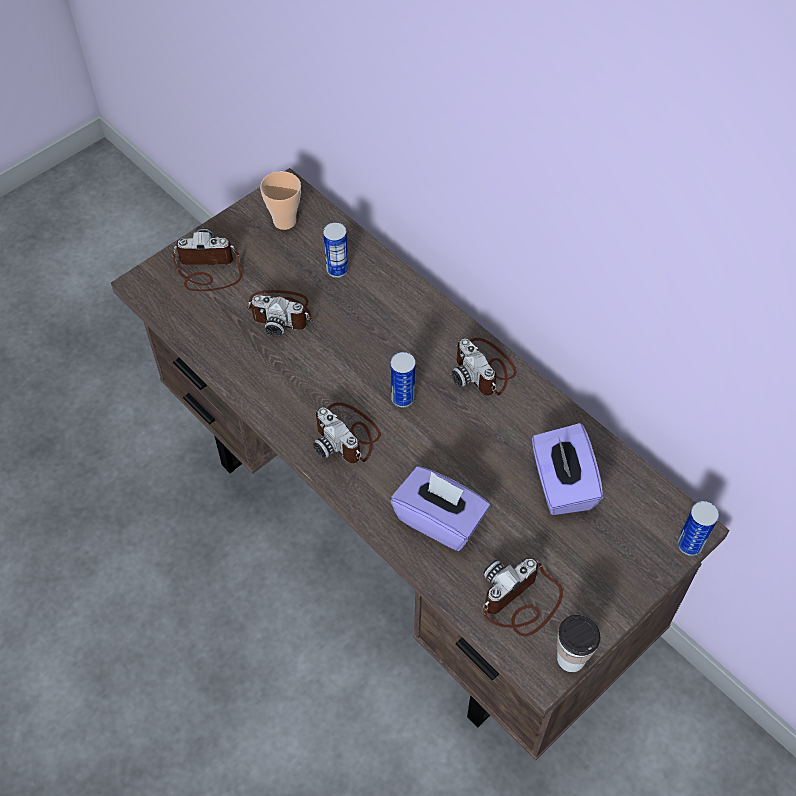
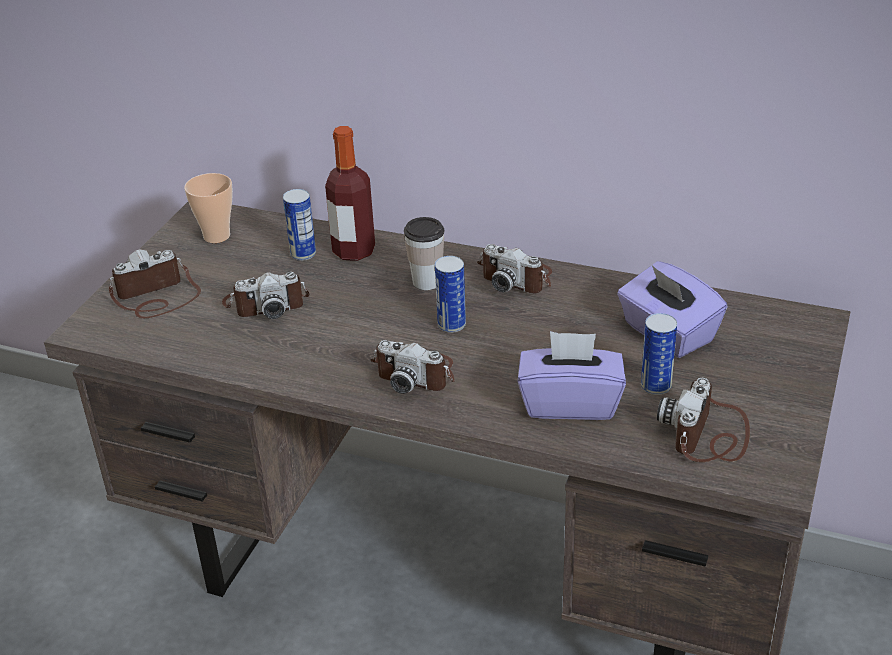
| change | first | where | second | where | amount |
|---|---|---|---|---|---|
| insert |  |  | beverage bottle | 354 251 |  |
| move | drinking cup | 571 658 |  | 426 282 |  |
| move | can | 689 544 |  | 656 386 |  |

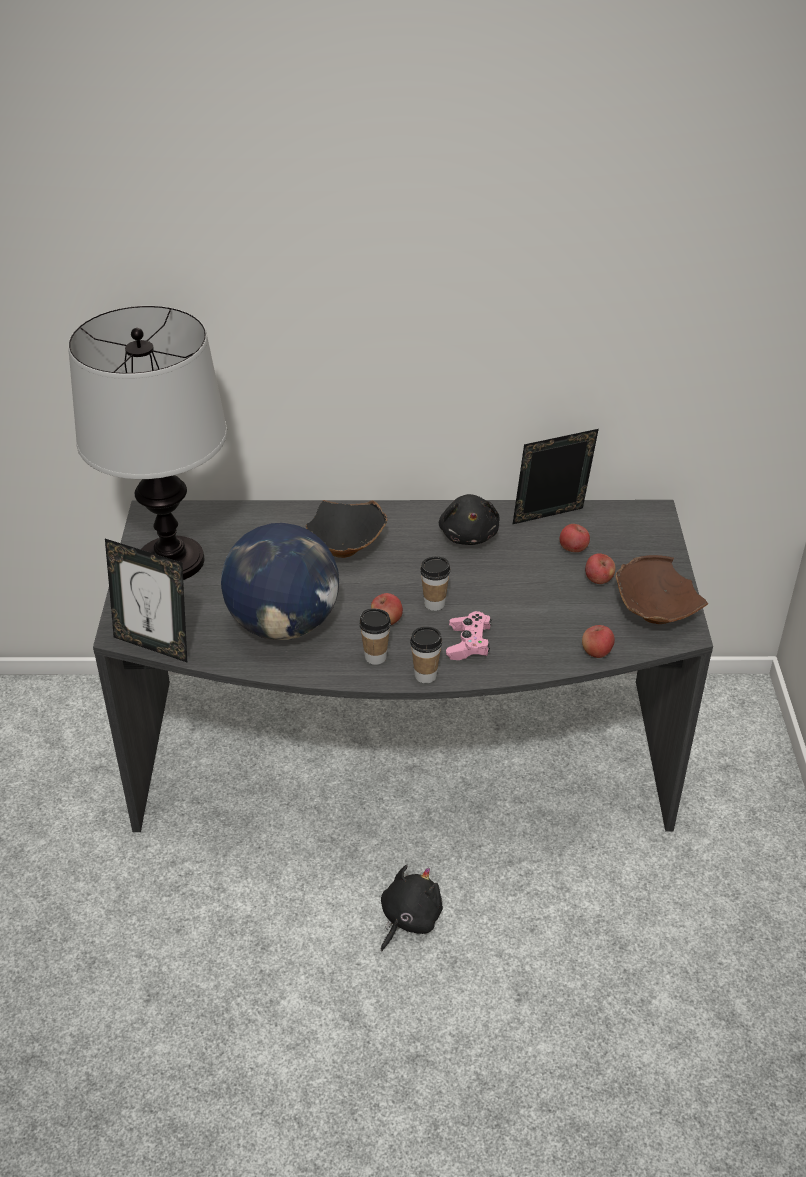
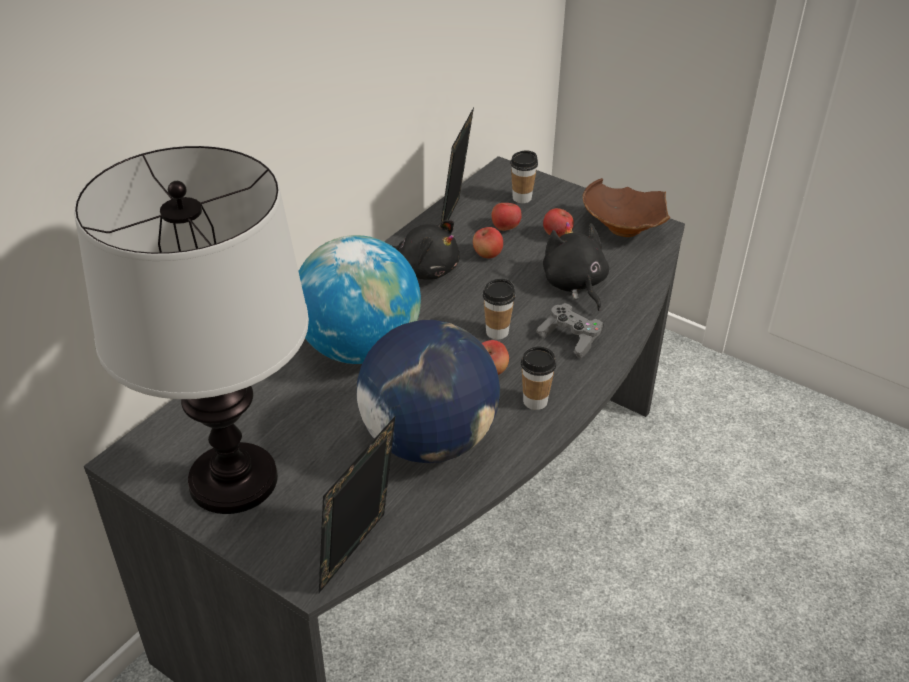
| change | first | where | second | where | amount |
|---|---|---|---|---|---|
| replace | blackish serving bowl | 345 549 | world globe | 359 348 |  |
| rotate | photo frame | 154 645 |  | 360 556 | 150 degrees clockwise |
| move | apple | 596 652 |  | 487 254 |  |
| move | drinking cup | 425 675 |  | 522 198 |  |
| recolor | pink-coloured joypad | 468 644 | greyish joypad | 570 338 |  |
| move | blackish plush toy | 408 919 |  | 575 285 |  |

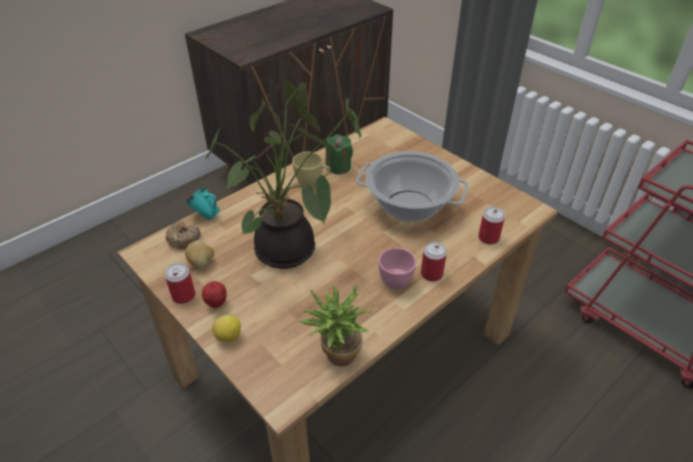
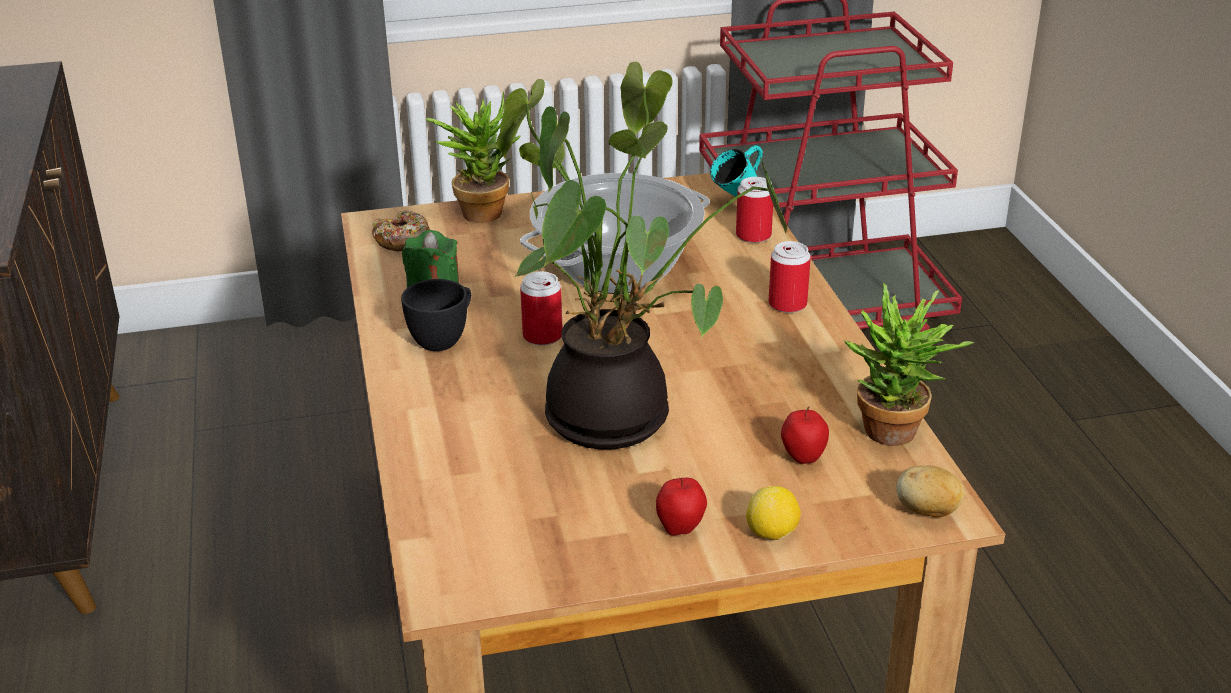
| change | first | where | second | where | amount |
|---|---|---|---|---|---|
| move | ring doughnut | 184 239 |  | 402 240 |  |
| recolor | yellow-coloured drinking cup | 312 181 | blackish drinking cup | 444 338 |  |
| insert |  |  | potted plant | 479 210 |  |
| move | can | 183 296 |  | 542 336 |  |
| move | turquoise tea mug | 206 216 |  | 737 202 |  |
| insert |  |  | apple | 803 458 |  |
| move | whole potato | 201 263 |  | 927 511 |  |
| delete | pink-coloured drinking cup | 397 279 |  |  |  |

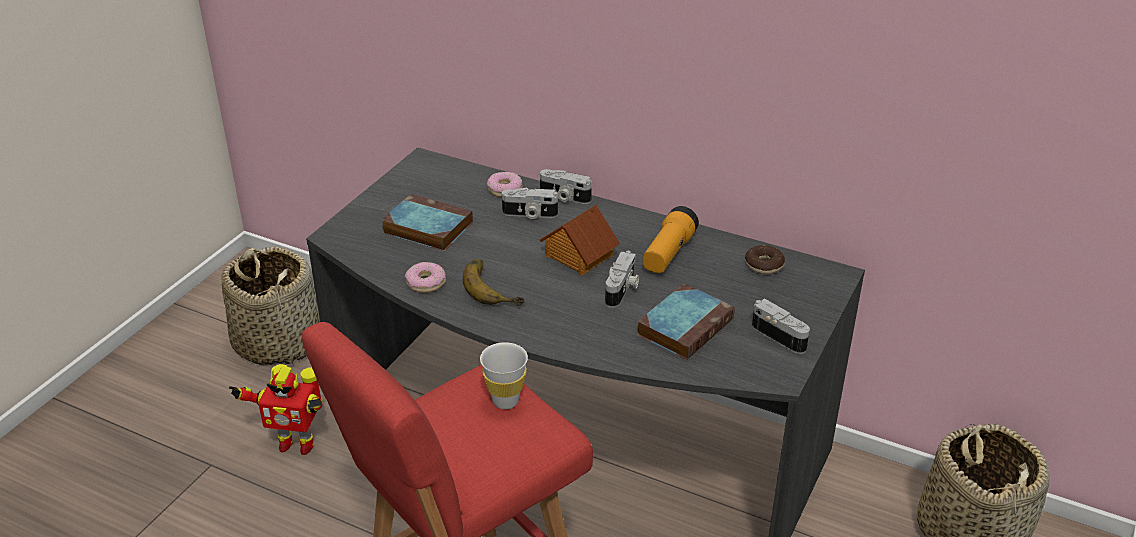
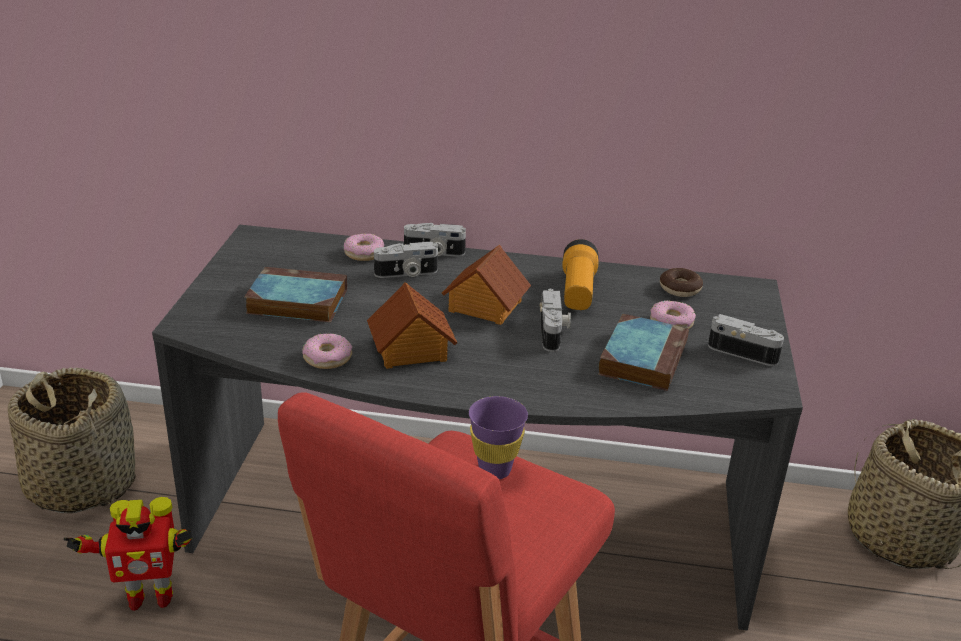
| change | first | where | second | where | amount |
|---|---|---|---|---|---|
| replace | banana | 495 286 | model house | 410 350 |  |
| recolor | whitish drinking cup | 505 401 | purple-coloured drinking cup | 494 470 |  |
| insert |  |  | ring doughnut | 671 322 |  |

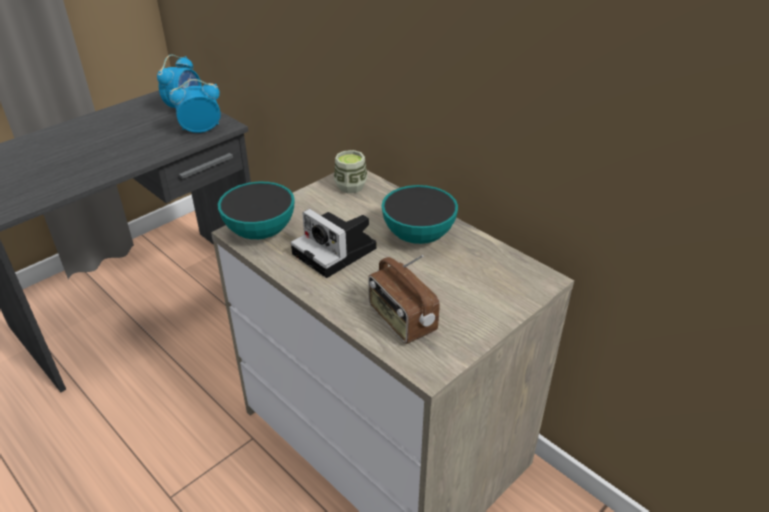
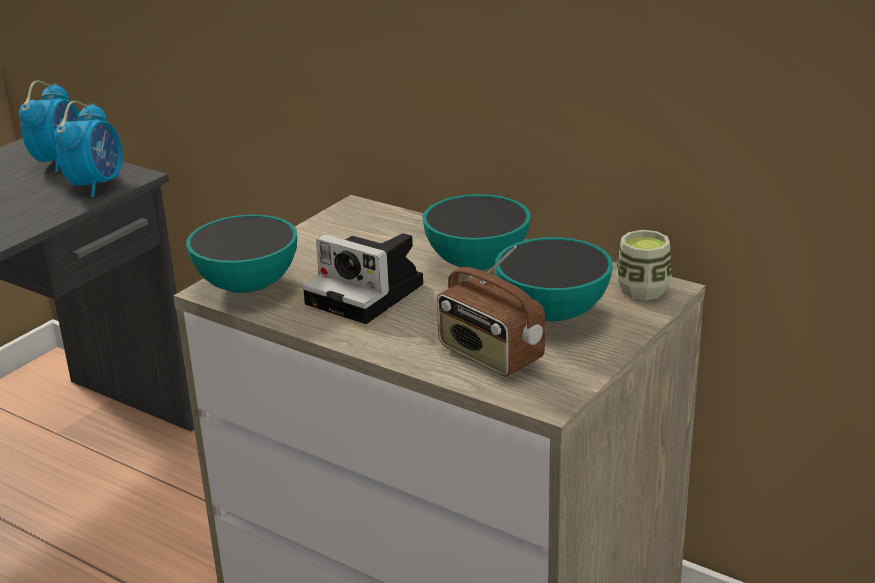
| change | first | where | second | where | amount |
|---|---|---|---|---|---|
| rotate | table clock | 200 130 |  | 96 185 | 135 degrees clockwise |
| insert |  |  | serving bowl | 553 313 |  |
| move | drinking cup | 351 186 |  | 642 290 |  |

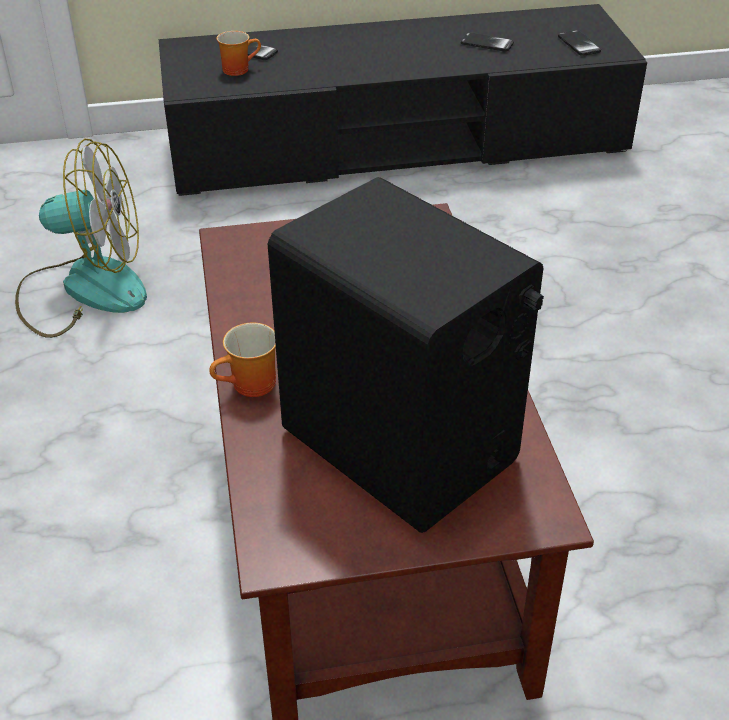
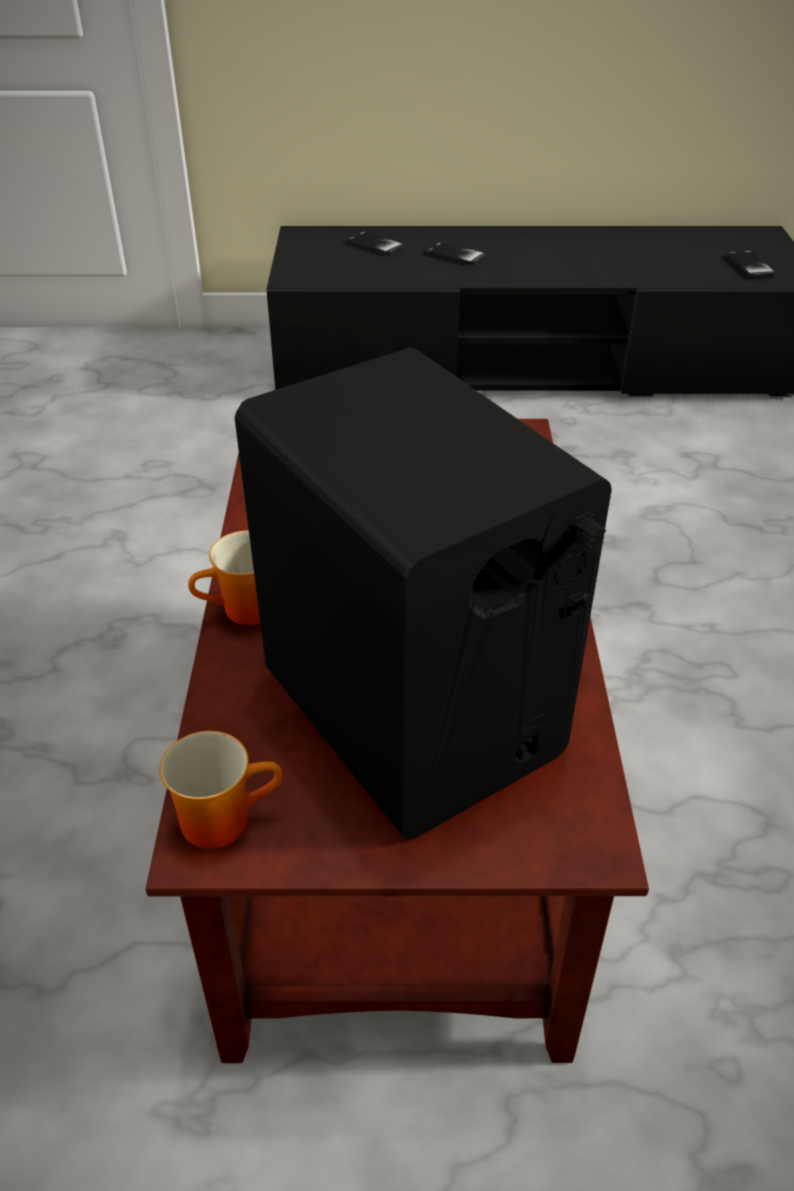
| change | first | where | second | where | amount |
|---|---|---|---|---|---|
| move | tea mug | 238 68 |  | 223 815 |  |
| move | telephone | 487 43 |  | 456 255 |  |
| delete | fan | 84 289 |  |  |  |

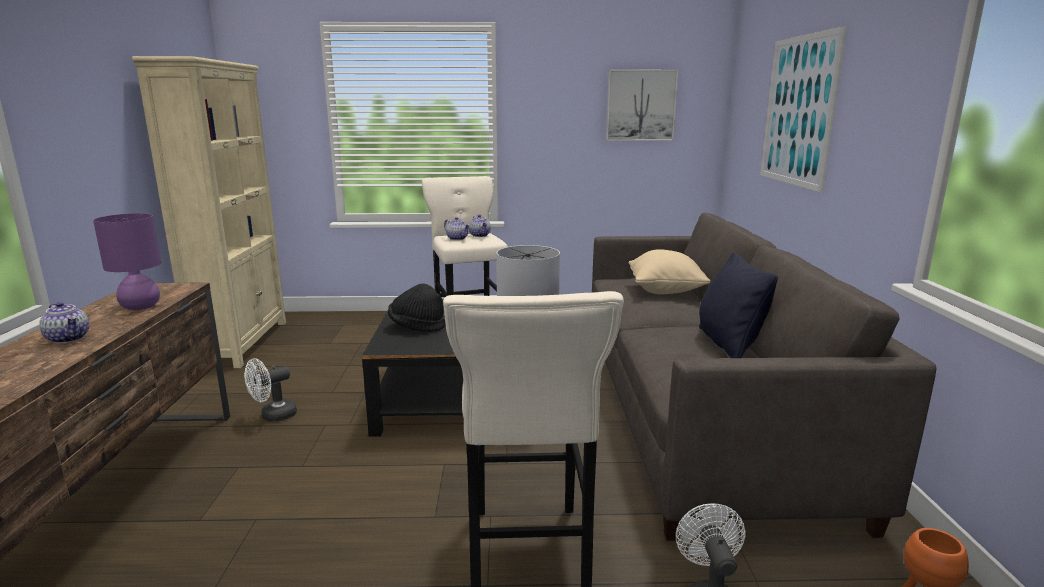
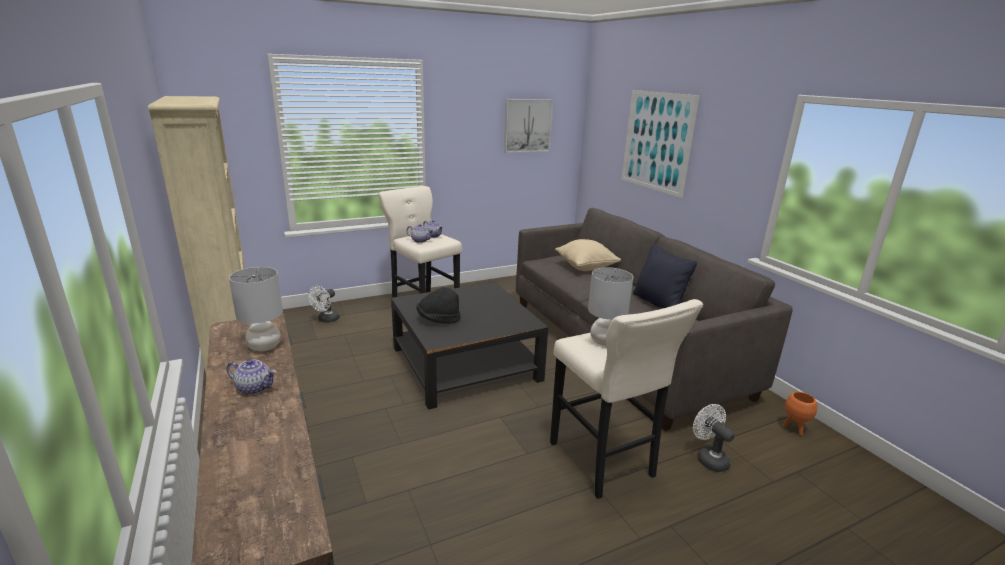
| change | first | where | second | where | amount |
|---|---|---|---|---|---|
| recolor | purple-coloured lamp for a table | 141 307 | greyish lamp for a table | 265 346 |  |
| move | whitish fan | 273 416 |  | 326 320 |  |

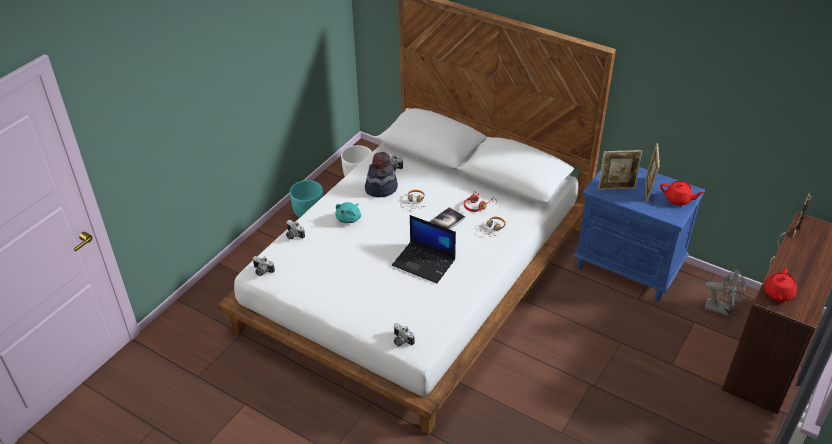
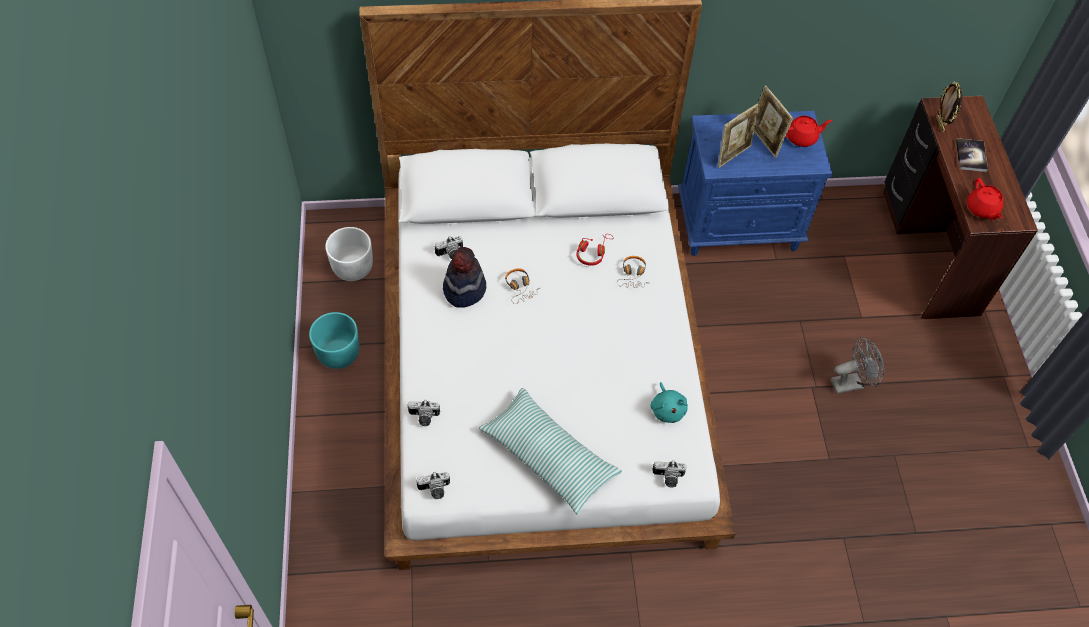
| change | first | where | second | where | amount |
|---|---|---|---|---|---|
| insert |  |  | pillow | 549 456 |  |
| move | turquoise plush toy | 349 218 |  | 667 409 |  |
| move | greyish fan | 721 309 |  | 851 382 |  |
| move | volume | 447 220 |  | 971 156 |  |
| delete | portable computer | 425 262 |  |  |  |

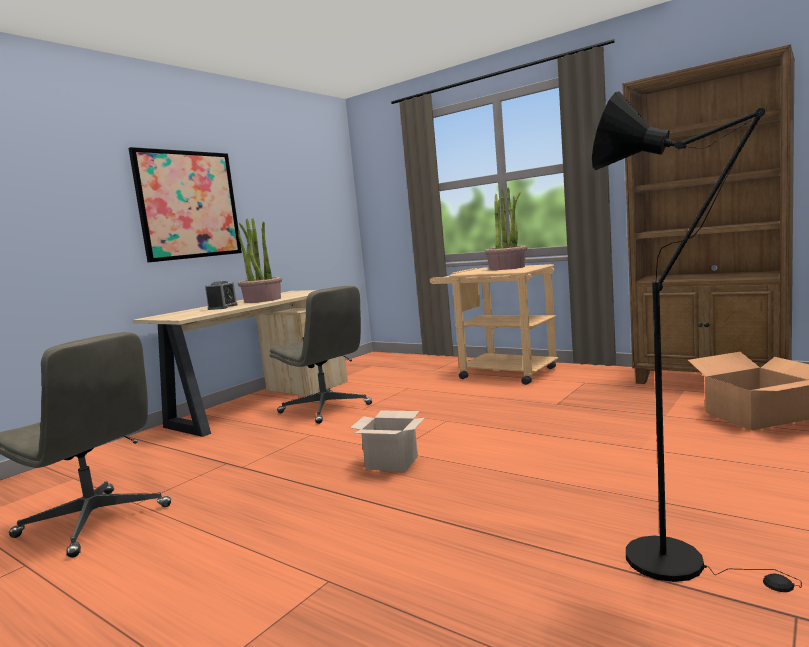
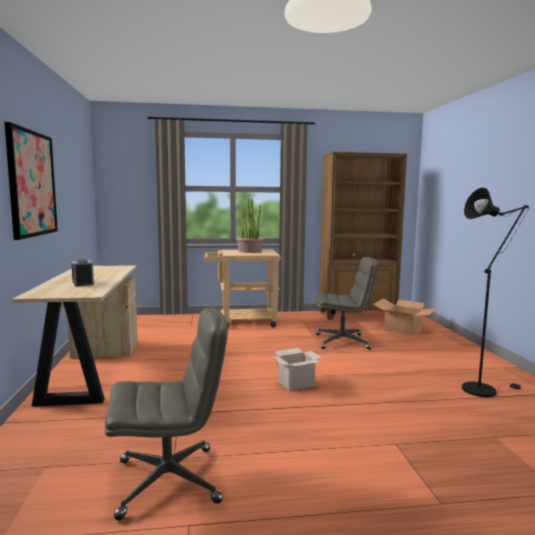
| change | first | where | second | where | amount |
|---|---|---|---|---|---|
| move | greyish computer chair | 326 409 |  | 343 341 |  |
| delete | potted plant | 262 300 |  |  |  |

